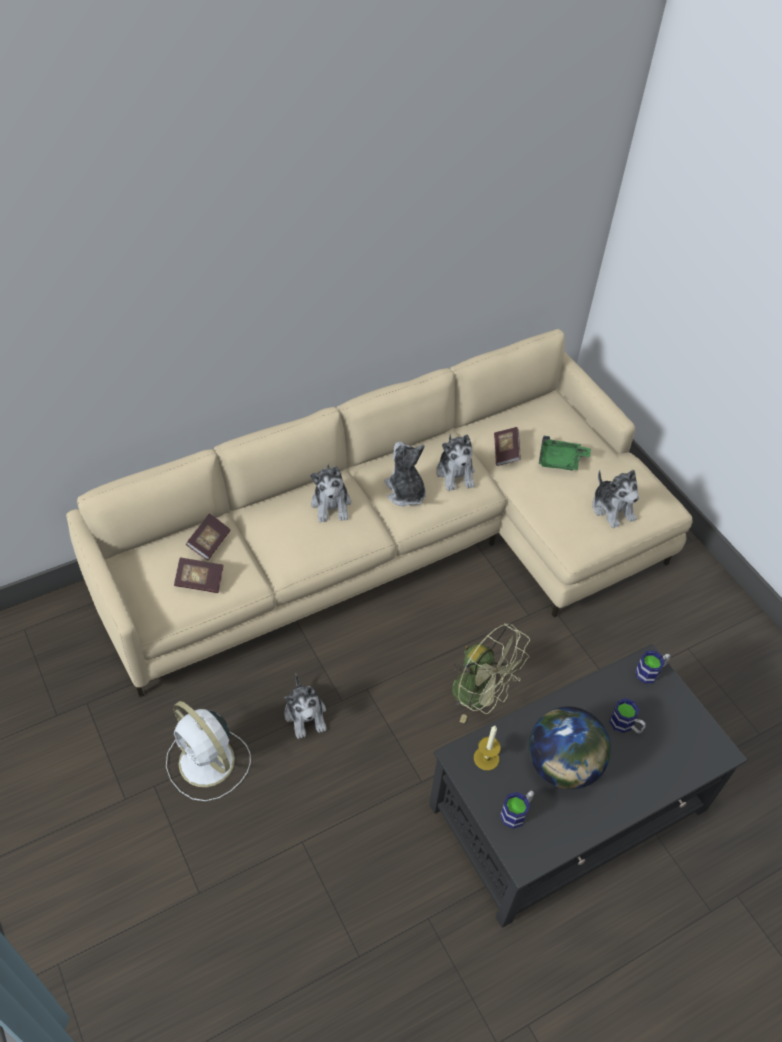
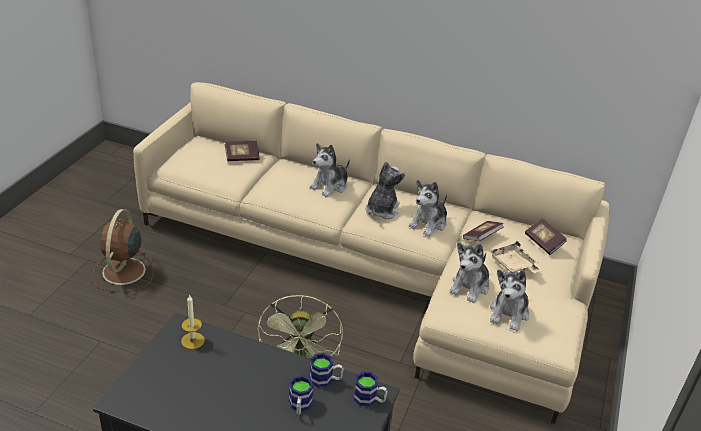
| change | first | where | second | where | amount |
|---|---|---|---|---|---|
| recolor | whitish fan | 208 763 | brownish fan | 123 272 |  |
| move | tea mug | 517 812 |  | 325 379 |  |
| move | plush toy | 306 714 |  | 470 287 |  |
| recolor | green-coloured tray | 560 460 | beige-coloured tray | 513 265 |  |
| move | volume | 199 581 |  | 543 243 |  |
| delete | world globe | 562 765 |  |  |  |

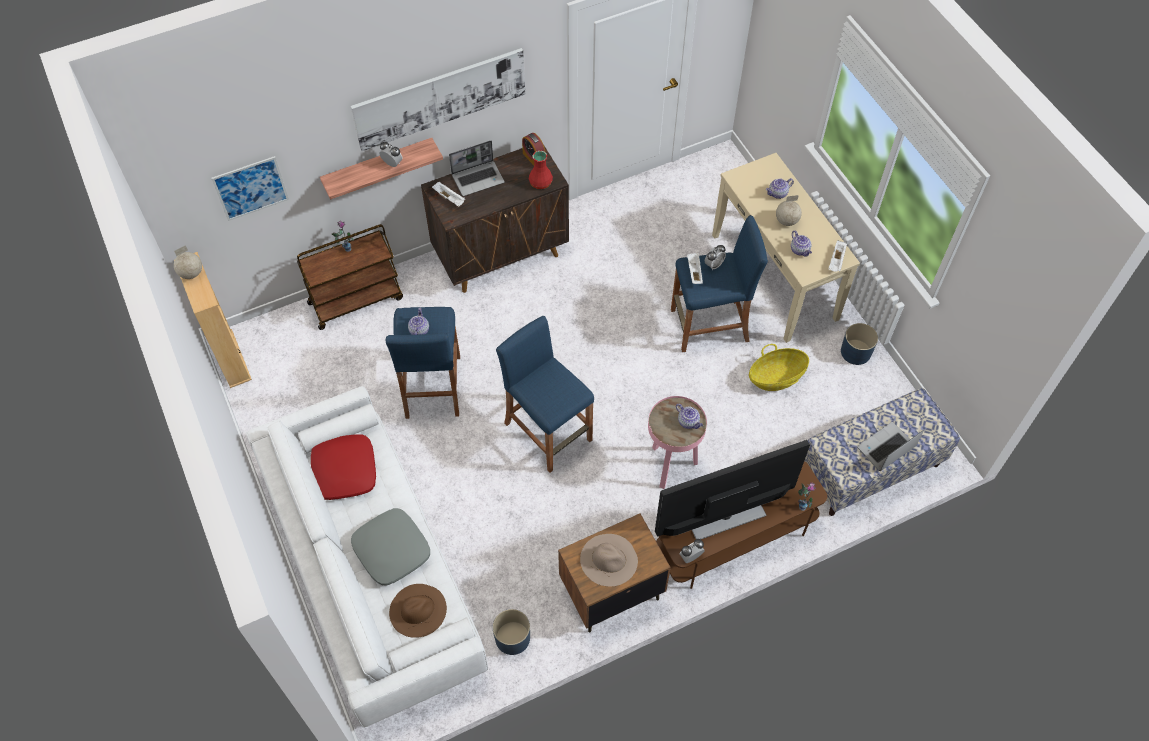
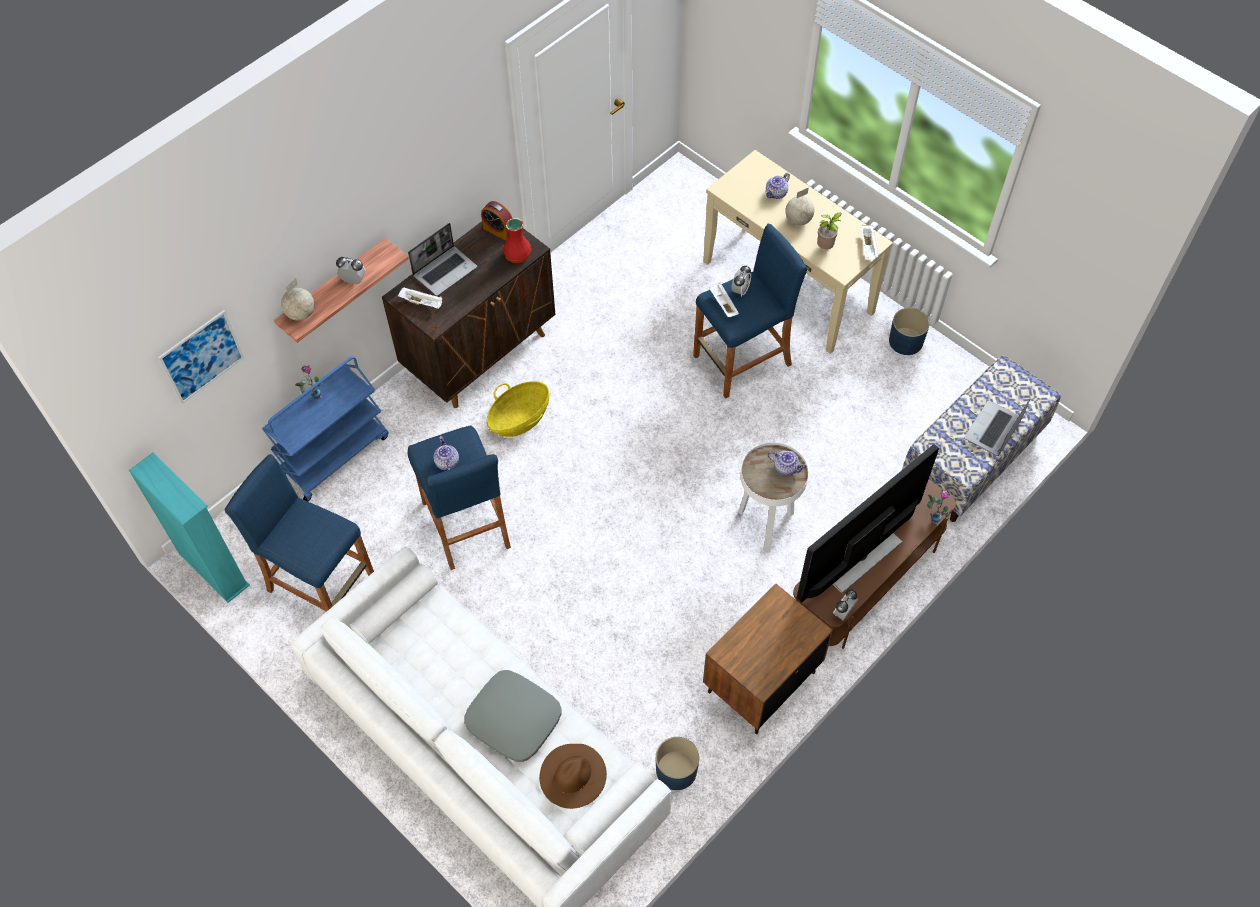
| change | first | where | second | where | amount |
|---|---|---|---|---|---|
| recolor | beige-coloured bookcase | 230 358 | turquoise bookcase | 213 569 |  |
| move | blue stool | 548 432 |  | 321 584 |  |
| recolor | brownish trolley | 356 300 | blue trolley | 334 455 |  |
| move | world globe | 192 273 |  | 301 314 |  |
| move | storage basket | 776 377 |  | 519 419 |  |
| recolor | pink-coloured accent table | 671 465 | whitish accent table | 766 524 |  |
| replace | pot for tea | 800 250 | potted plant | 826 247 |  |
| delete | reddish pillow | 344 471 |  |  |  |
| delete | wall picture | 440 98 |  |  |  |
| delete | beige-coloured wearable hat | 609 559 |  |  |  |

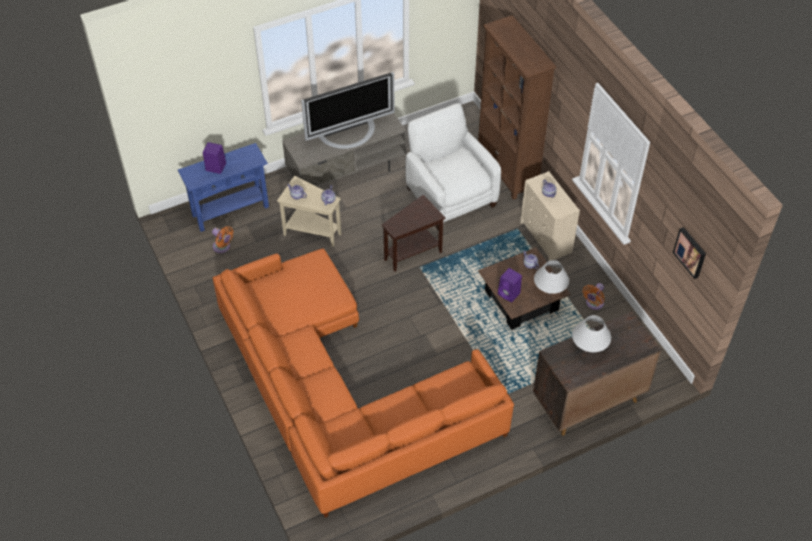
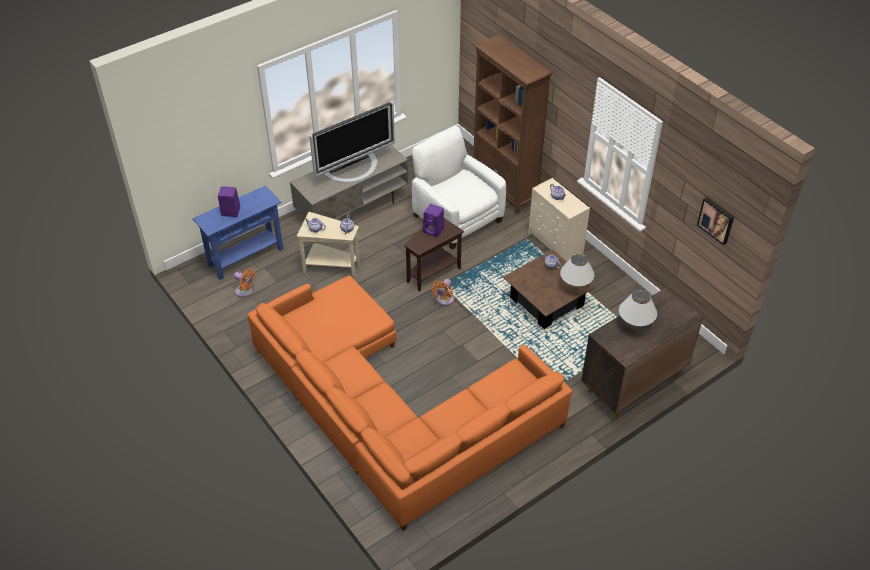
| change | first | where | second | where | amount |
|---|---|---|---|---|---|
| move | purple-coloured speaker | 509 294 |  | 434 230 |  |
| move | orange-coloured fan | 593 304 |  | 444 300 |  |

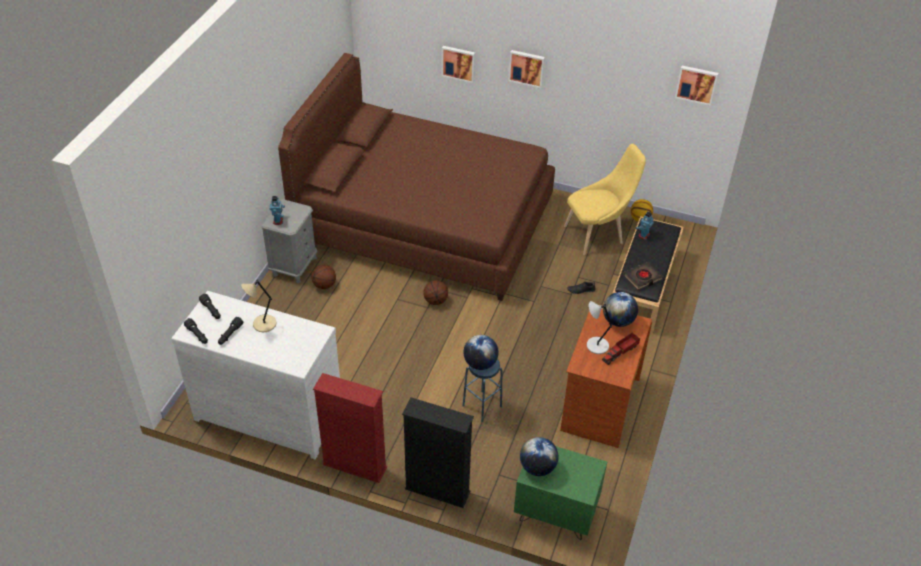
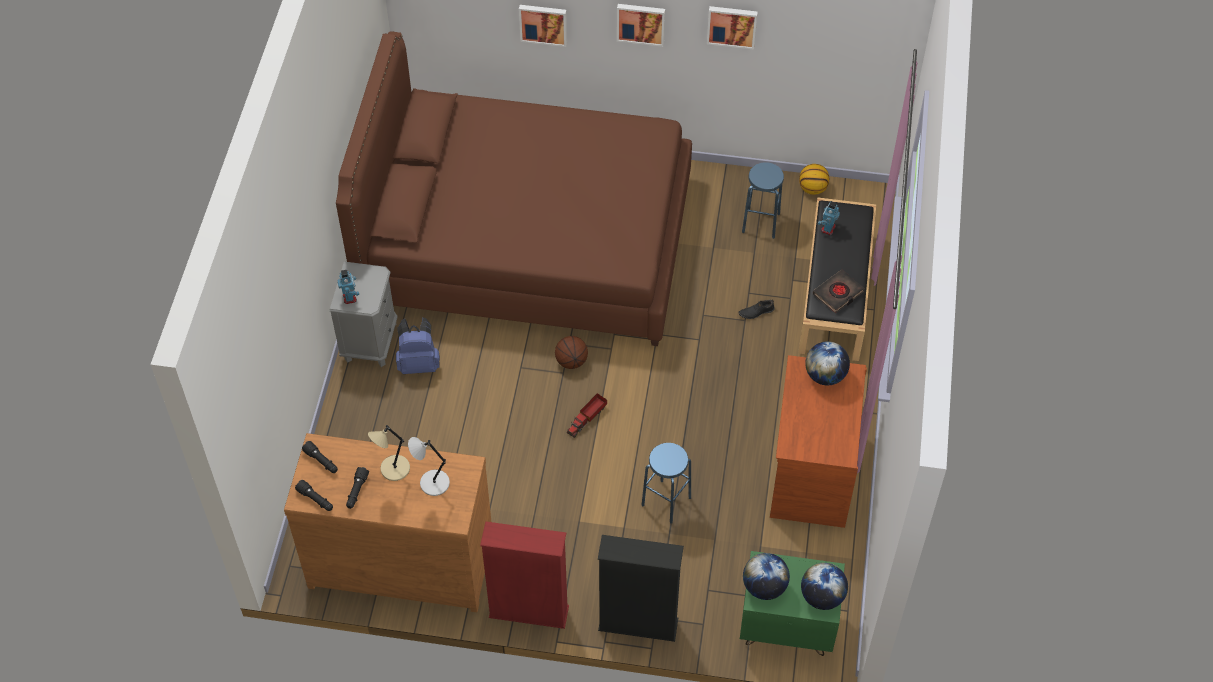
| change | first | where | second | where | amount |
|---|---|---|---|---|---|
| recolor | whitish chest of drawers | 269 412 | brownish chest of drawers | 401 559 |  |
| replace | ball for basketball | 324 285 | blue rucksack | 419 363 |  |
| move | greyish lamp for a table | 596 345 |  | 432 483 |  |
| move | toy lorry | 620 352 |  | 587 418 |  |
| move | wall picture | 696 84 |  | 732 25 |  |
| replace | yellow-coloured upright chair | 597 234 | blue stool | 761 223 |  |
| move | world globe | 480 363 |  | 822 596 |  |

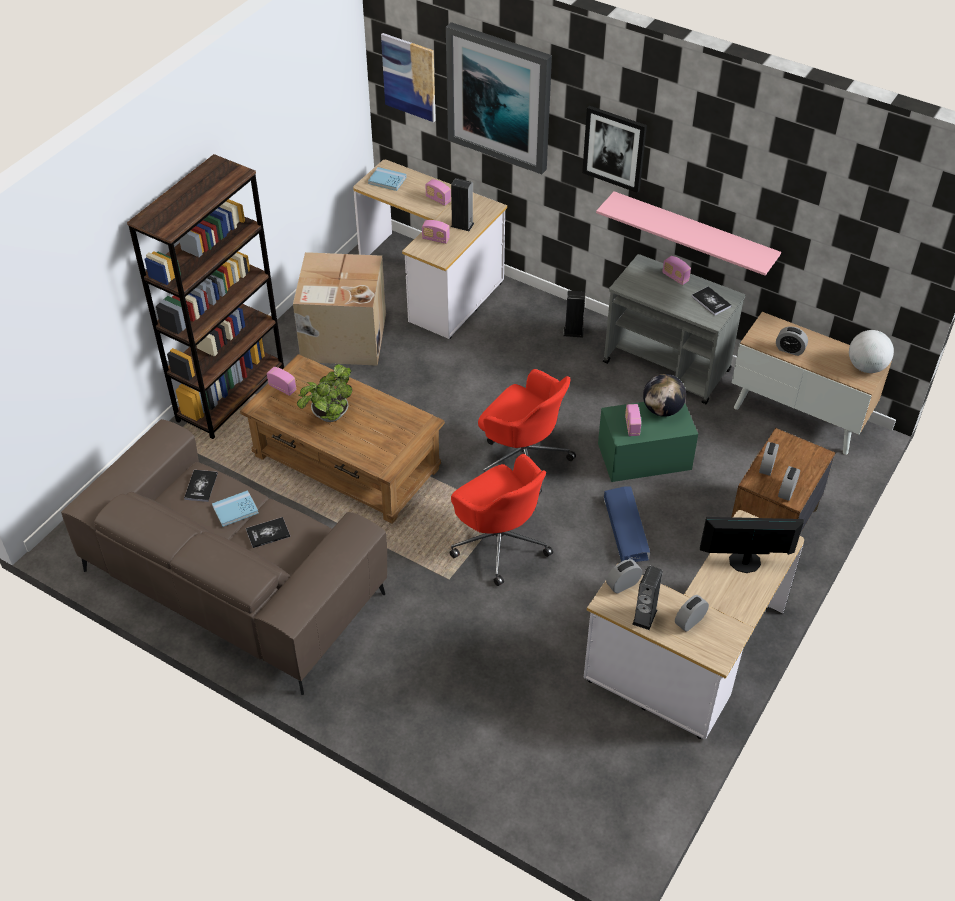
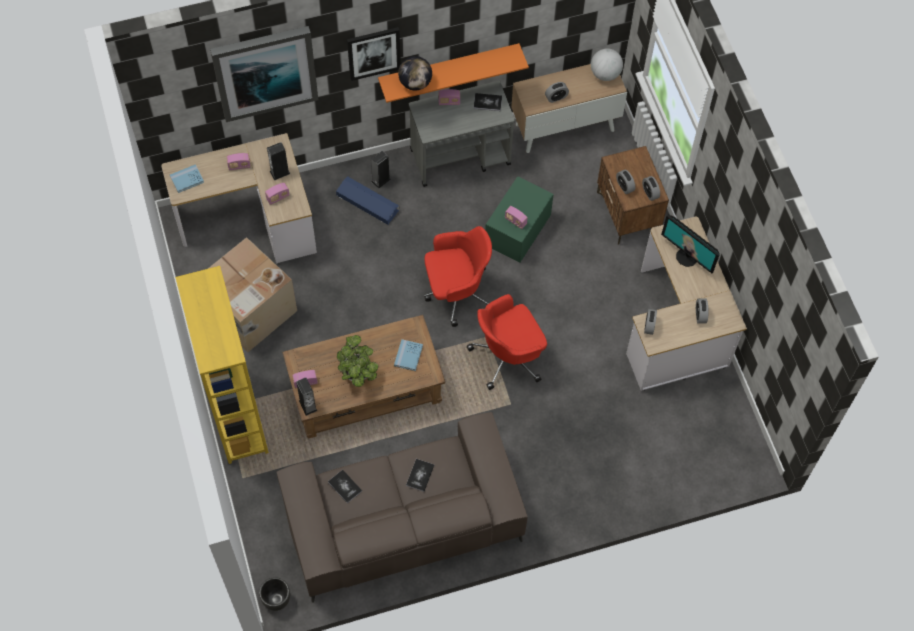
| change | first | where | second | where | amount |
|---|---|---|---|---|---|
| recolor | brownish bookcase | 231 395 | yellow-coloured bookcase | 237 414 |  |
| insert |  |  | blackish flower pot | 276 600 |  |
| move | speaker | 644 617 |  | 308 405 |  |
| move | blue storage bin | 626 528 |  | 367 202 |  |
| recolor | pink-coloured wall shelf | 693 233 | orange-coloured wall shelf | 449 67 |  |
| move | blue volume | 235 510 |  | 408 356 |  |
| move | world globe | 662 410 |  | 415 83 |  |
| rotate | reddish computer chair | 499 542 |  | 508 356 | 150 degrees clockwise |
| rotate | computer screen | 744 562 |  | 687 257 | 90 degrees counterclockwise |
| delete | wall picture | 409 77 |  |  |  |

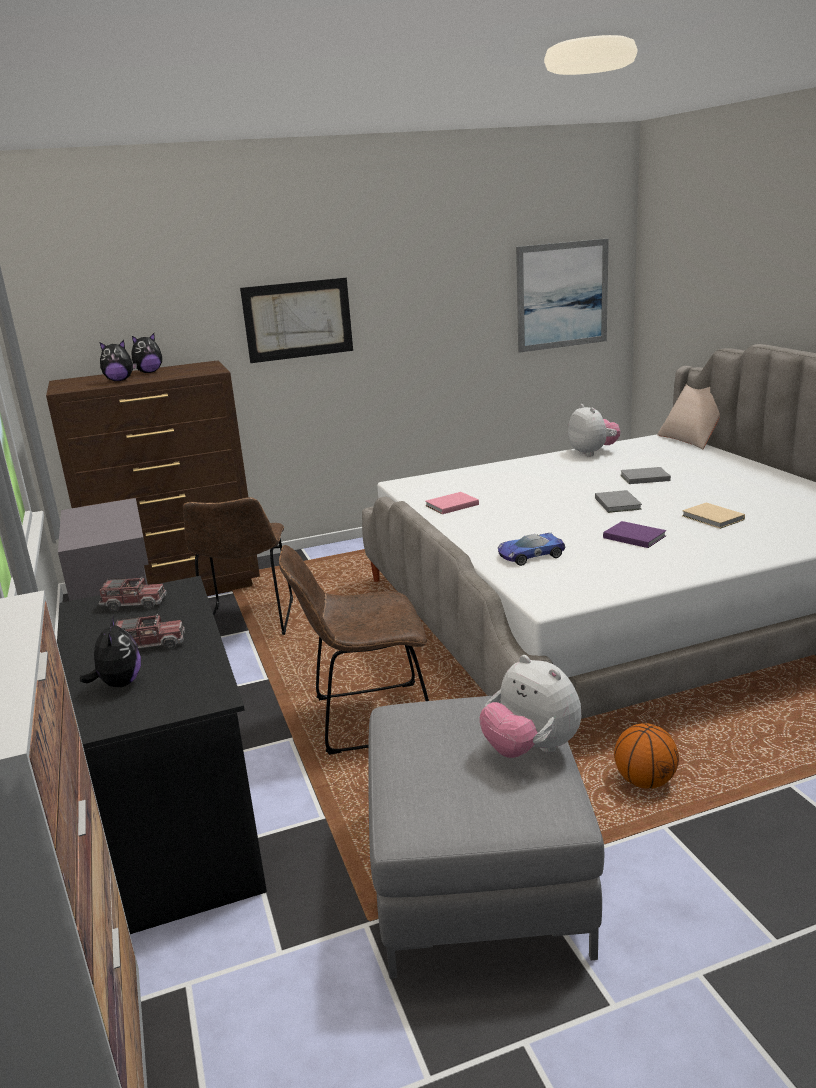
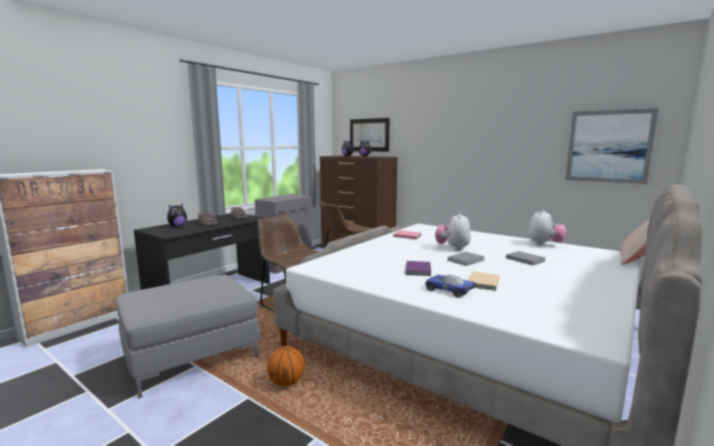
| change | first | where | second | where | amount |
|---|---|---|---|---|---|
| move | wall picture | 298 320 |  | 369 135 |  |
| move | toy car | 529 555 |  | 448 289 |  |
| move | plush toy | 531 749 |  | 452 248 |  |

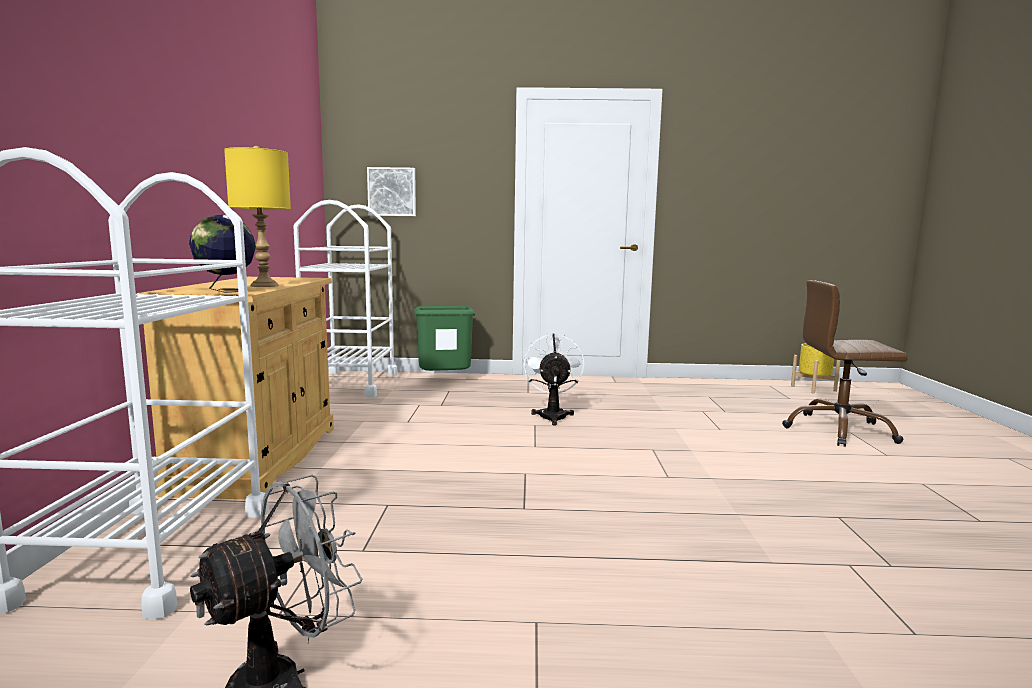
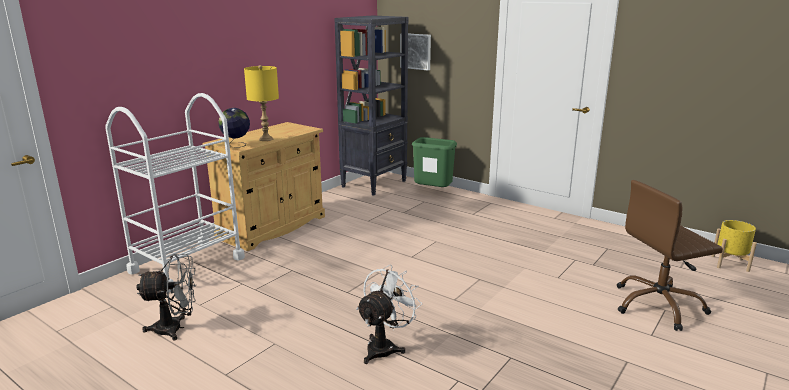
| change | first | where | second | where | amount |
|---|---|---|---|---|---|
| replace | whitish trolley | 350 384 | blackish bookcase | 374 184 |  |
| move | whitish fan | 552 415 |  | 385 347 |  |
| rotate | brownish computer chair | 839 430 |  | 658 305 | 60 degrees counterclockwise |

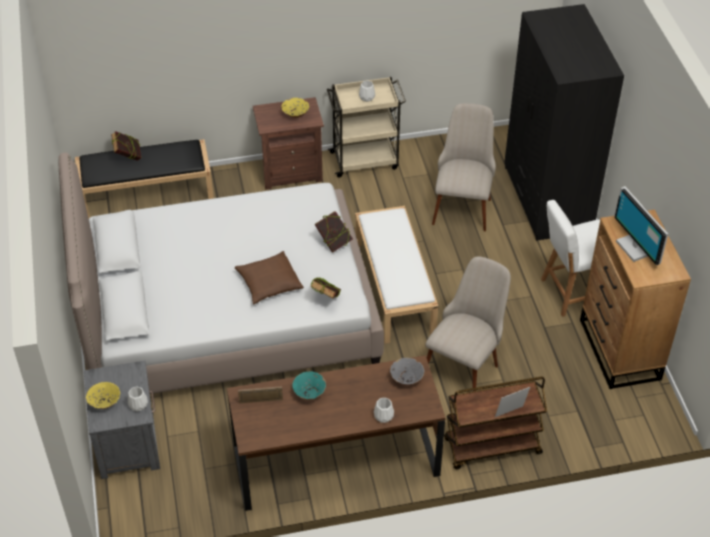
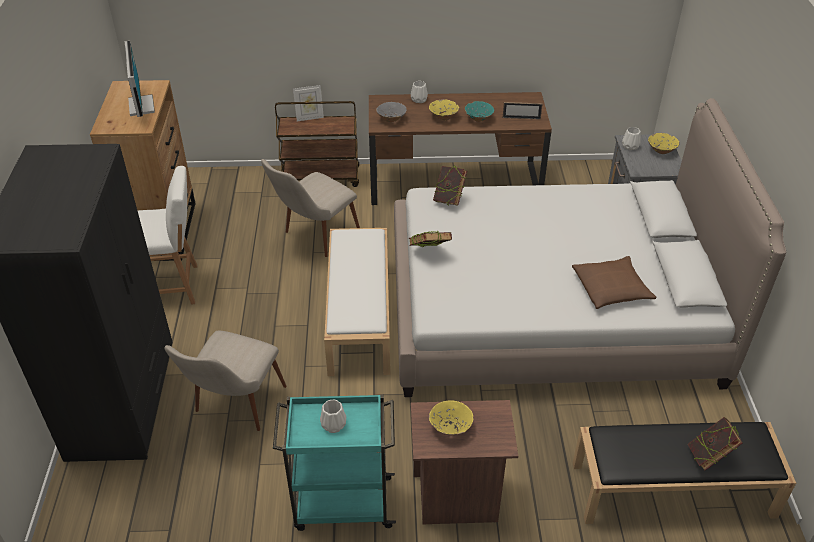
| change | first | where | second | where | amount |
|---|---|---|---|---|---|
| recolor | beige-coloured trolley | 365 160 | turquoise trolley | 341 503 |  |
| insert |  |  | yellow-coloured serving bowl | 443 117 |  |
| move | brownish pillow | 269 282 |  | 611 288 |  |

